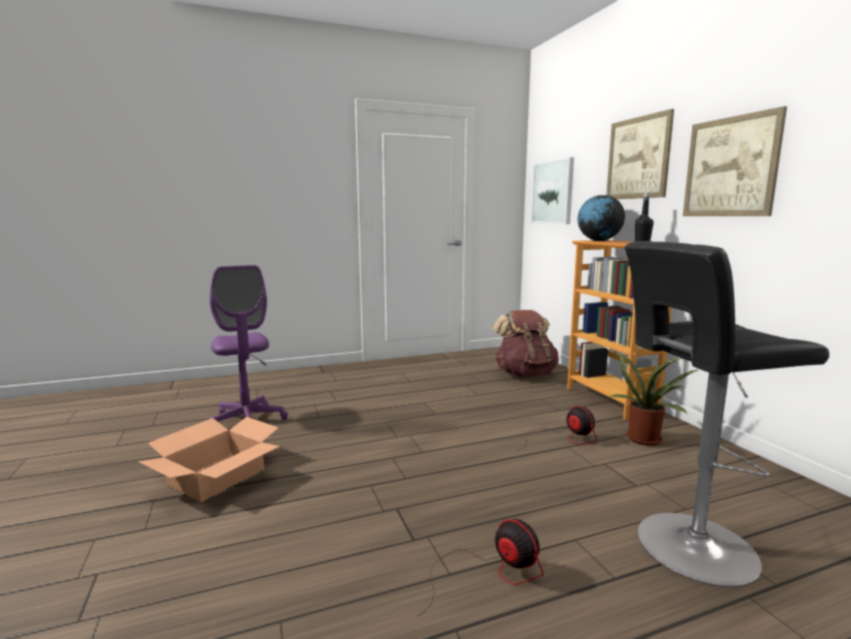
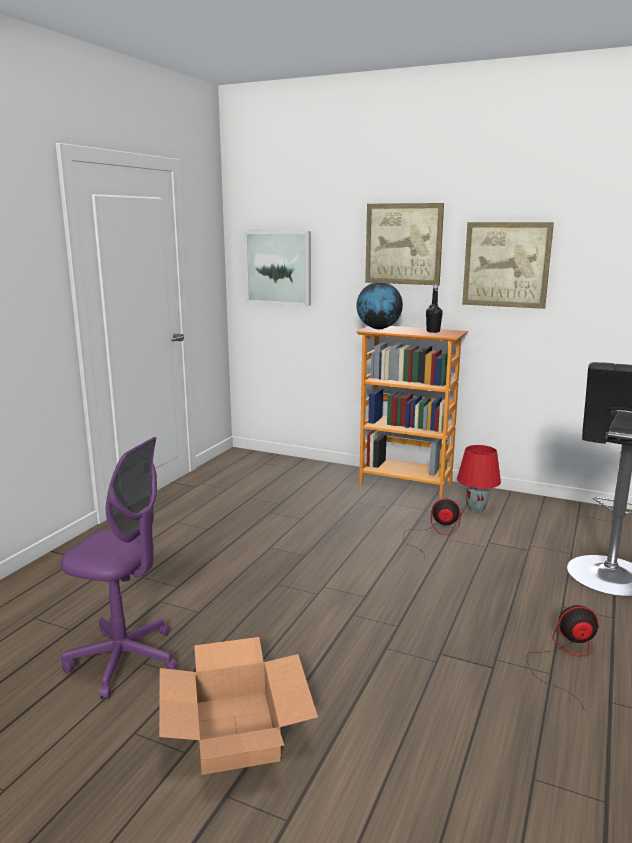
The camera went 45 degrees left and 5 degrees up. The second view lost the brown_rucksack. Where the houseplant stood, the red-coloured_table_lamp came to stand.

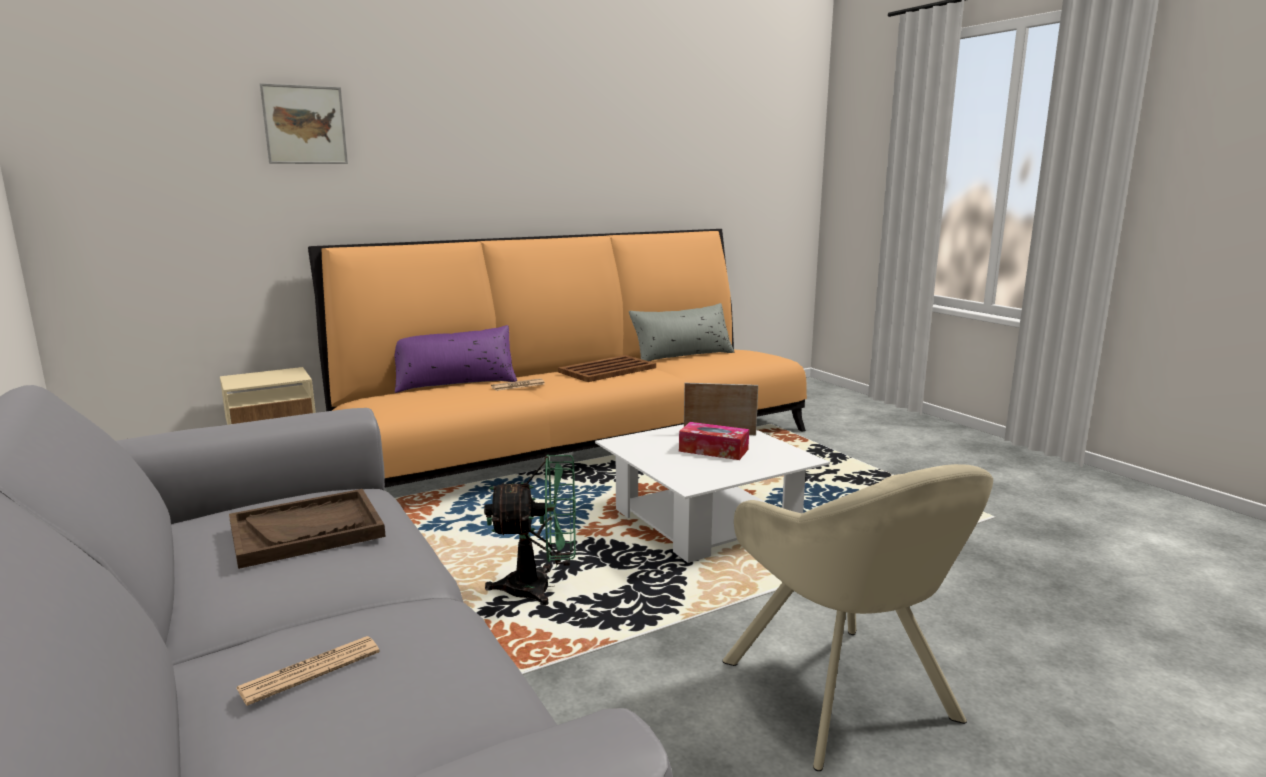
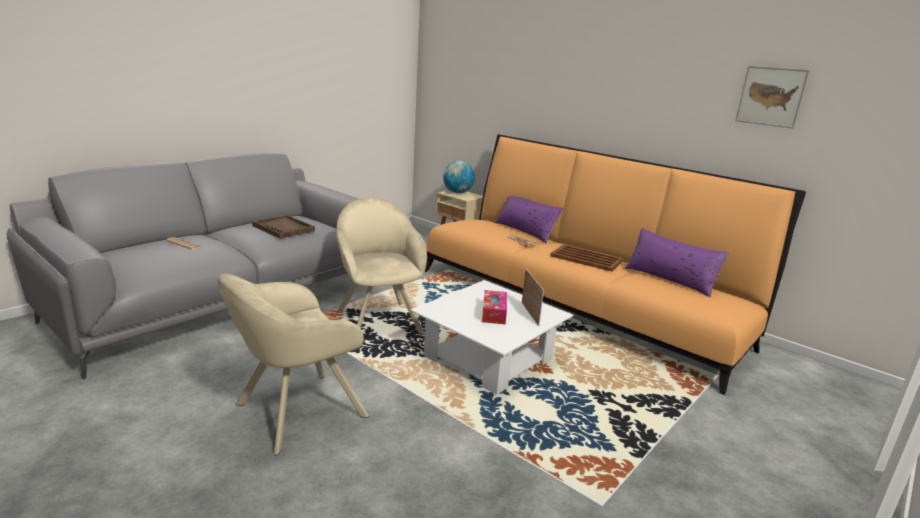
The camera went 70 degrees right and 5 degrees up. The second view gained the world_globe. The picture ended up elsewhere. Where the green_cooling_fan stood, the sand-coloured_armchair (no. 2 from left) came to stand. What was the gray_throw_pillow turned into the purple_throw_pillow (no. 2 from left).

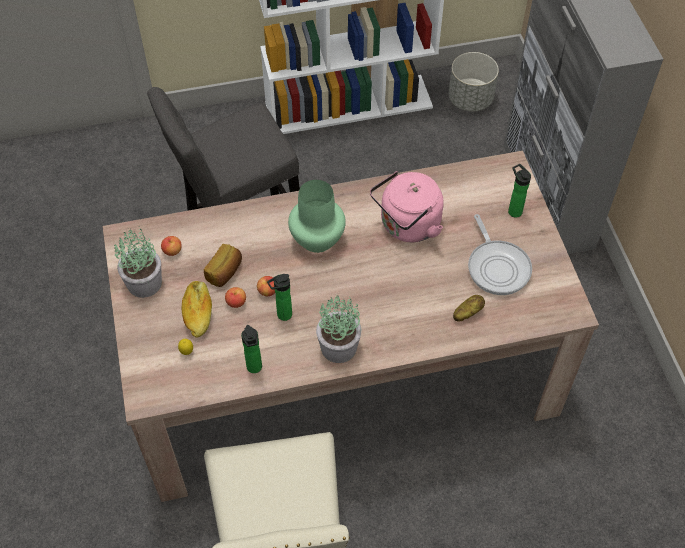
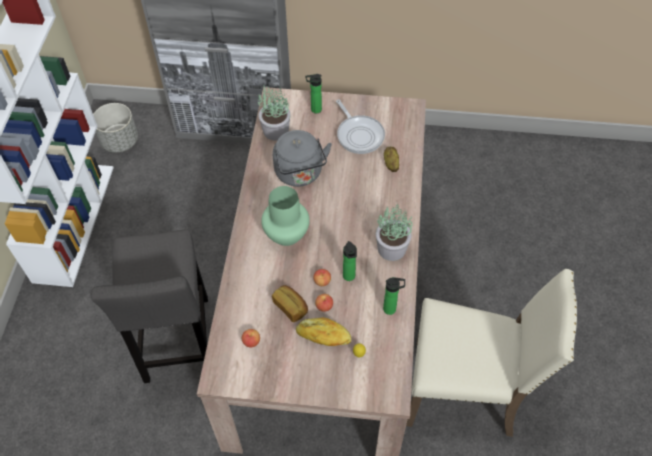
The camera went 70 degrees left and 0 degrees up. The houseplant (no. 1 from left) ended up elsewhere. What was the pink_water_kettle turned into the gray_water_kettle. The pan ended up facing another way, 60 degrees clockwise from before.

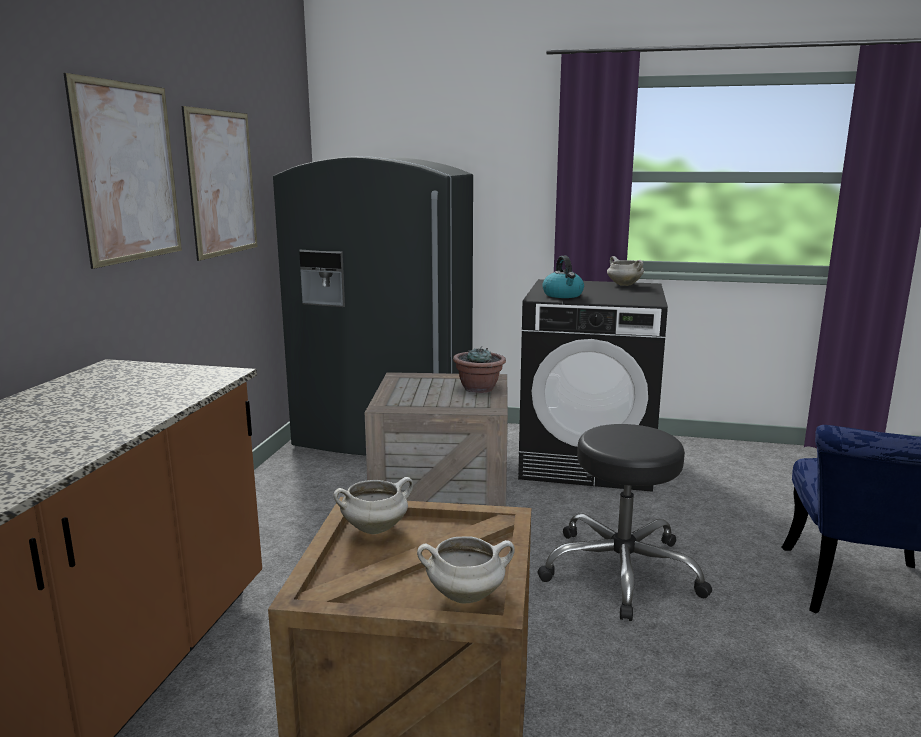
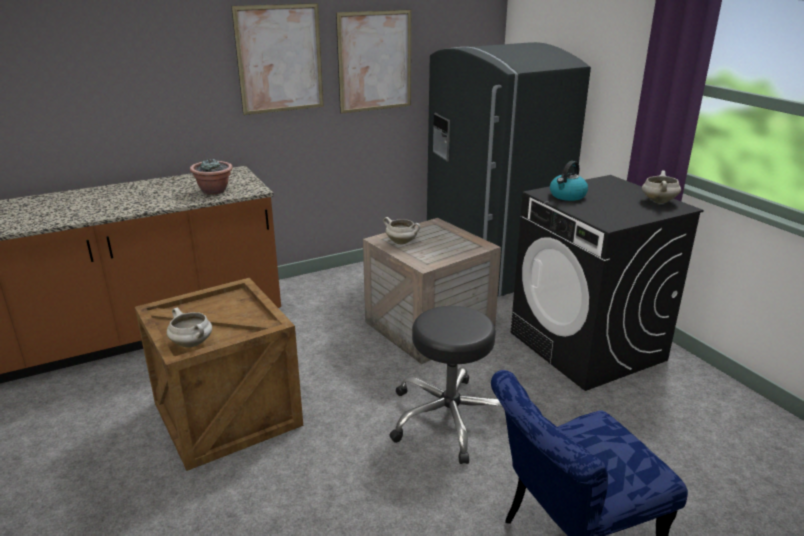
The camera went 50 degrees right and 10 degrees up. The white-coloured_saucepot (no. 1 from left in the first image) ended up elsewhere. The houseplant ended up elsewhere.

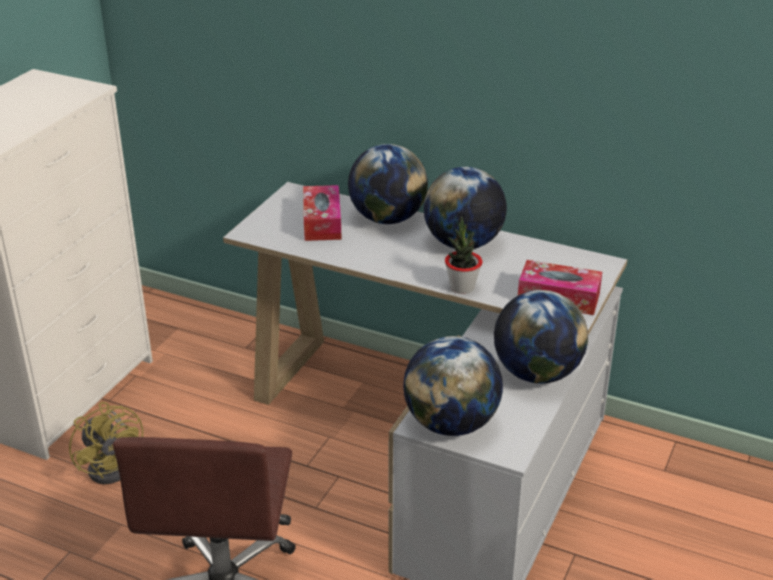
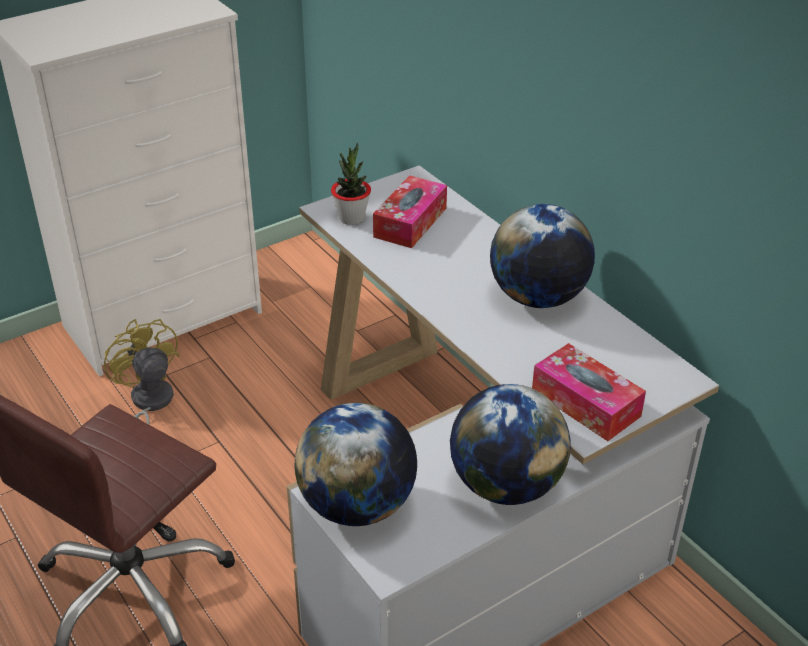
The camera went 30 degrees right and 5 degrees up. The second view lost the world_globe (no. 1 from left). The houseplant ended up elsewhere. The yellow-coloured_cooling_fan ended up facing another way, 150 degrees clockwise from before.

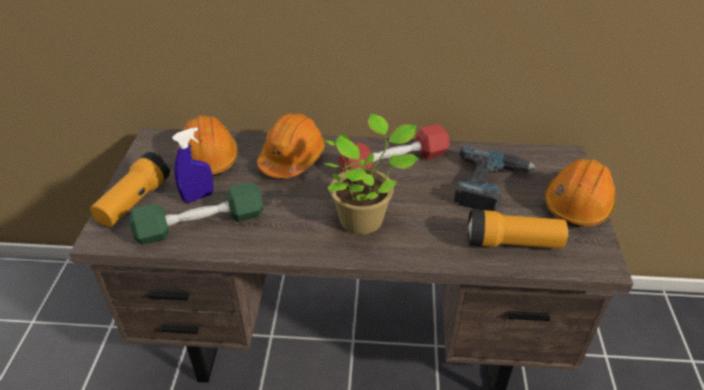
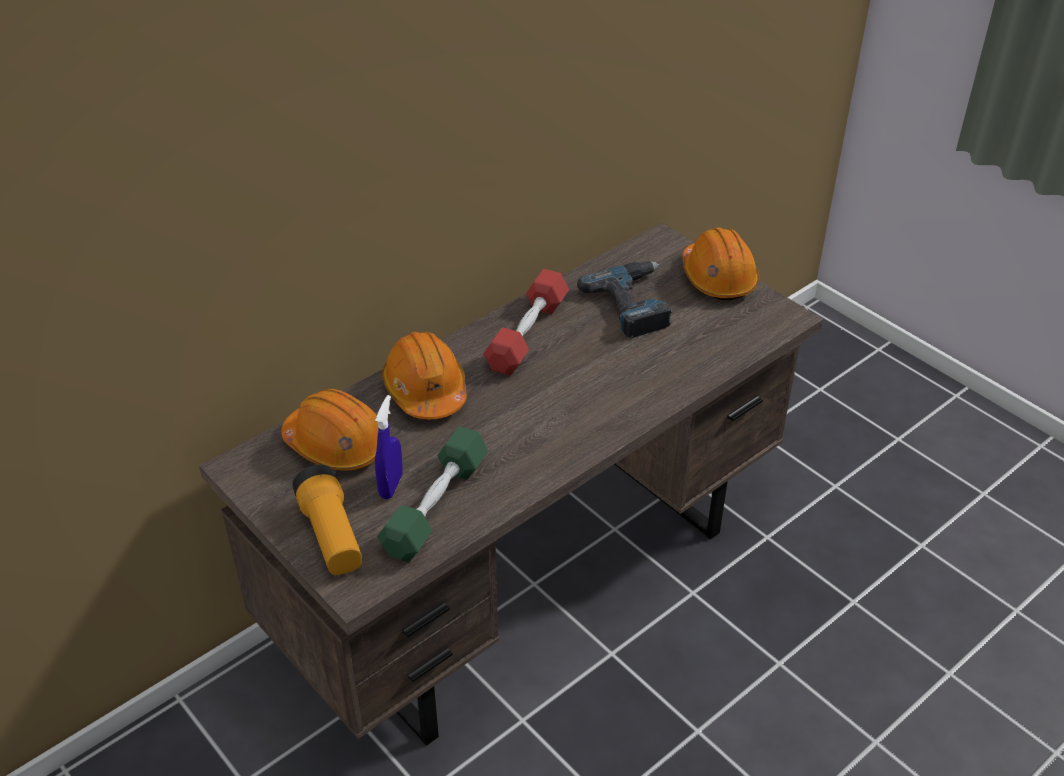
The camera went 45 degrees left and 0 degrees up. The second view lost the houseplant. The second view lost the torch (no. 2 from left).

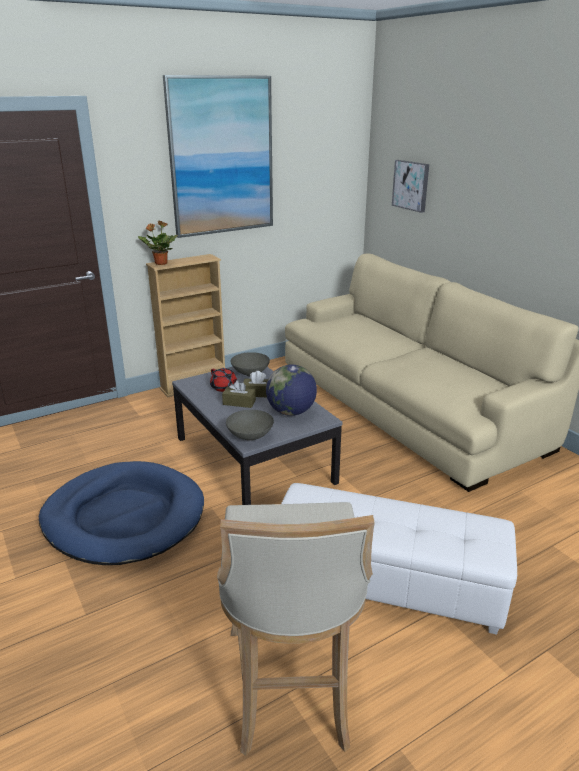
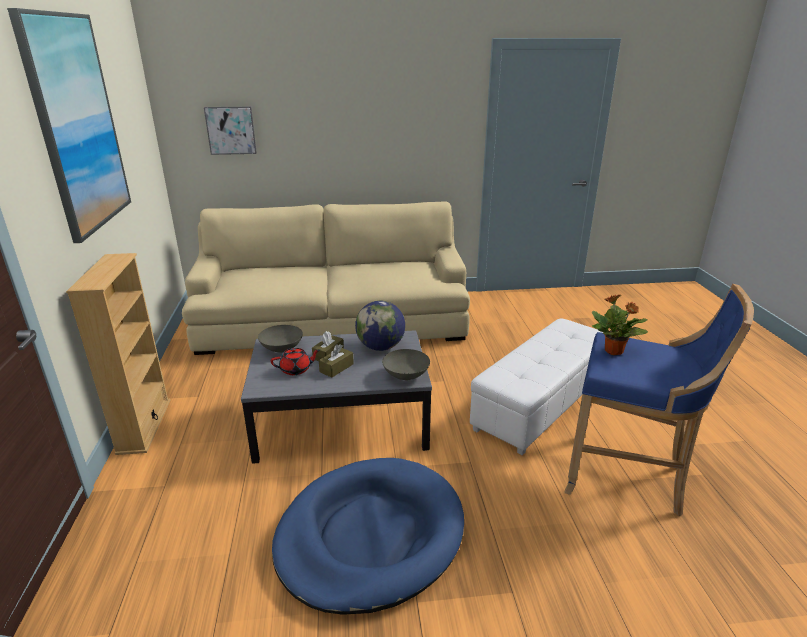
The camera went 65 degrees left and 0 degrees up. The houseplant ended up elsewhere. What was the sand-coloured_sitting_stool turned into the bluish_sitting_stool.

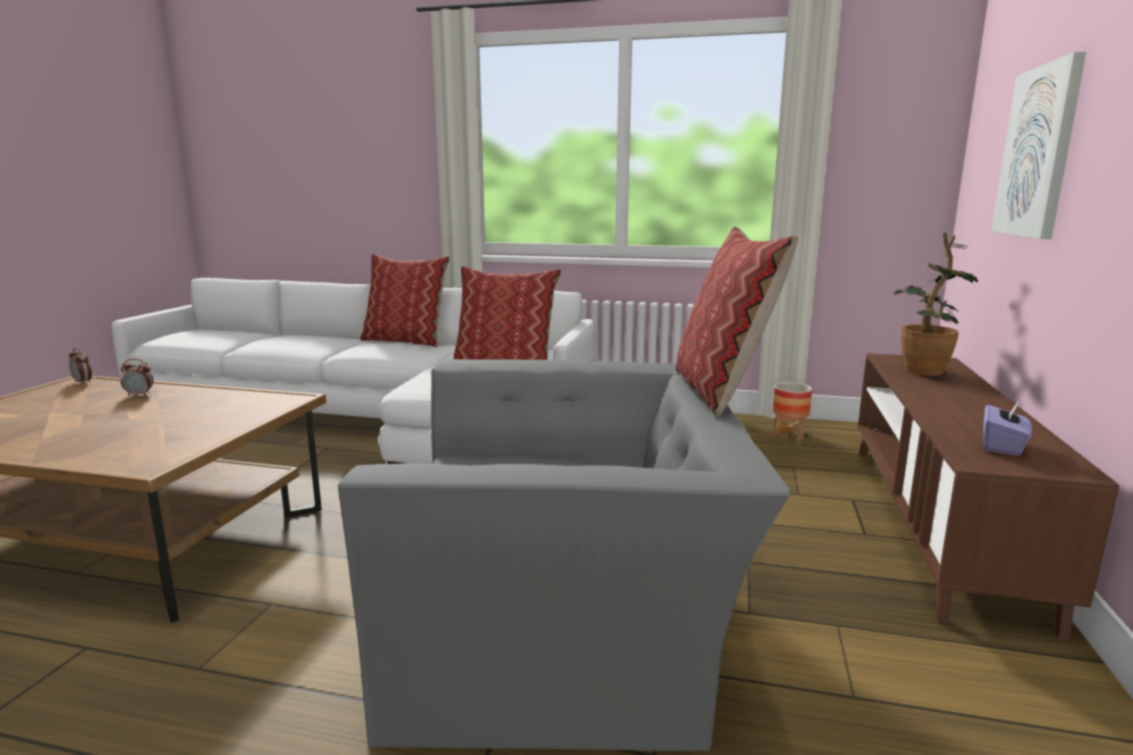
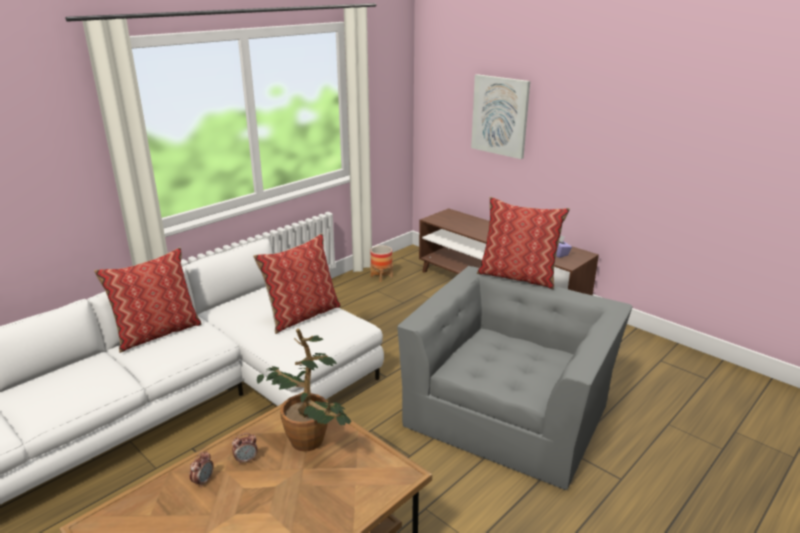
The camera went 60 degrees left and 10 degrees up. The alarm_clock (no. 1 from left in the first image) ended up elsewhere. The houseplant ended up elsewhere.

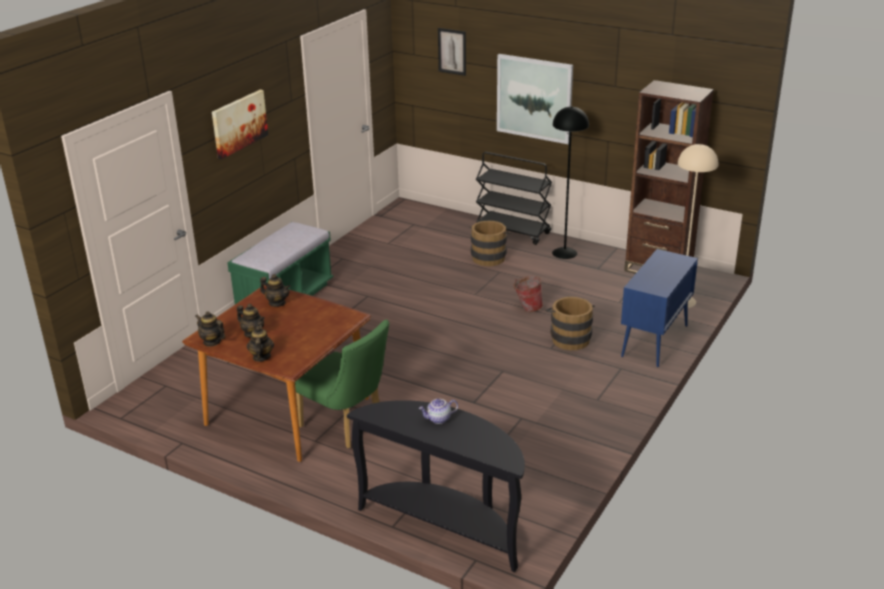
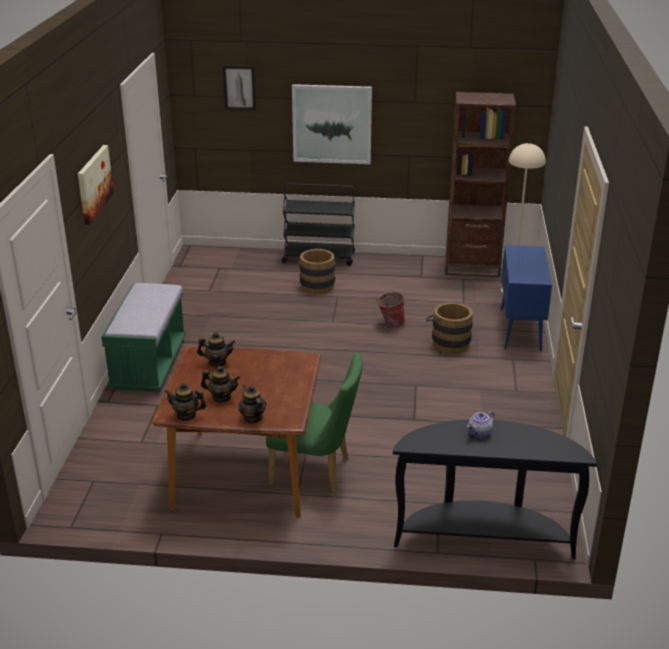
The camera went 25 degrees left and 0 degrees up. The second view lost the black-coloured_standing_lamp.

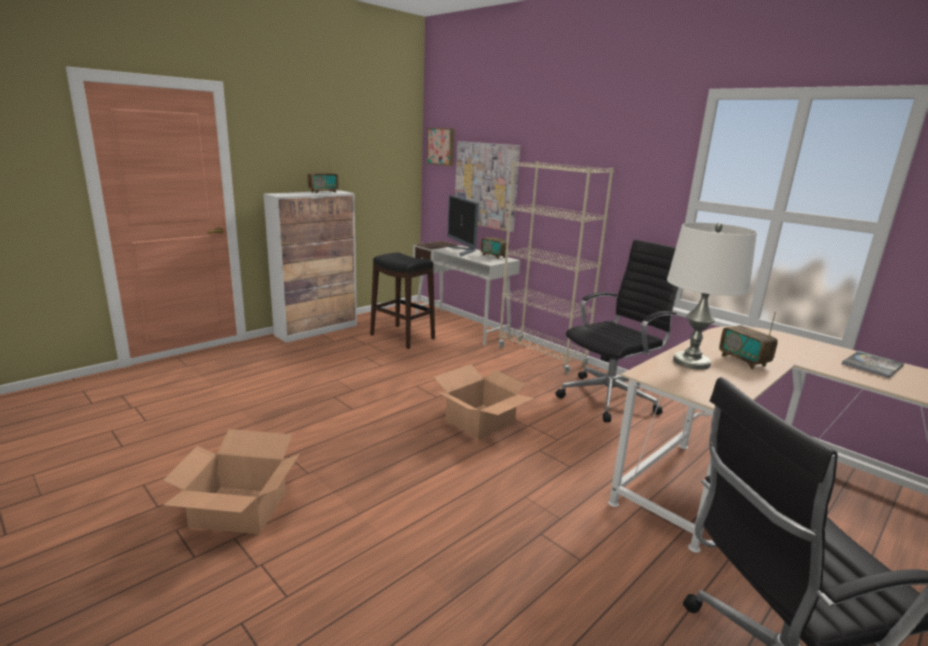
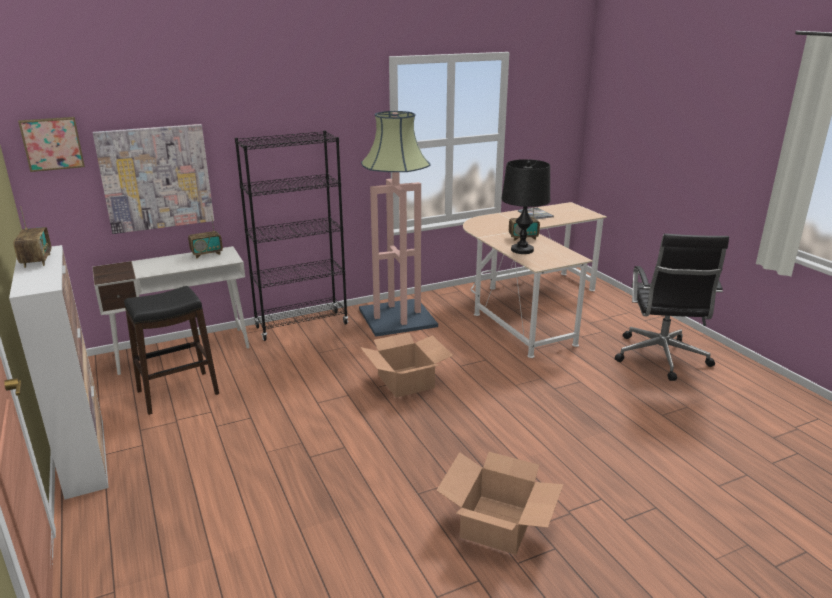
The camera went 70 degrees left and 5 degrees up. The second view lost the monitor. Where the black-coloured_office_chair (no. 1 from left) stood, the standing_lamp came to stand. What was the sand-coloured_bookcase turned into the black-coloured_bookcase. What was the white-coloured_table_lamp turned into the black-coloured_table_lamp.

